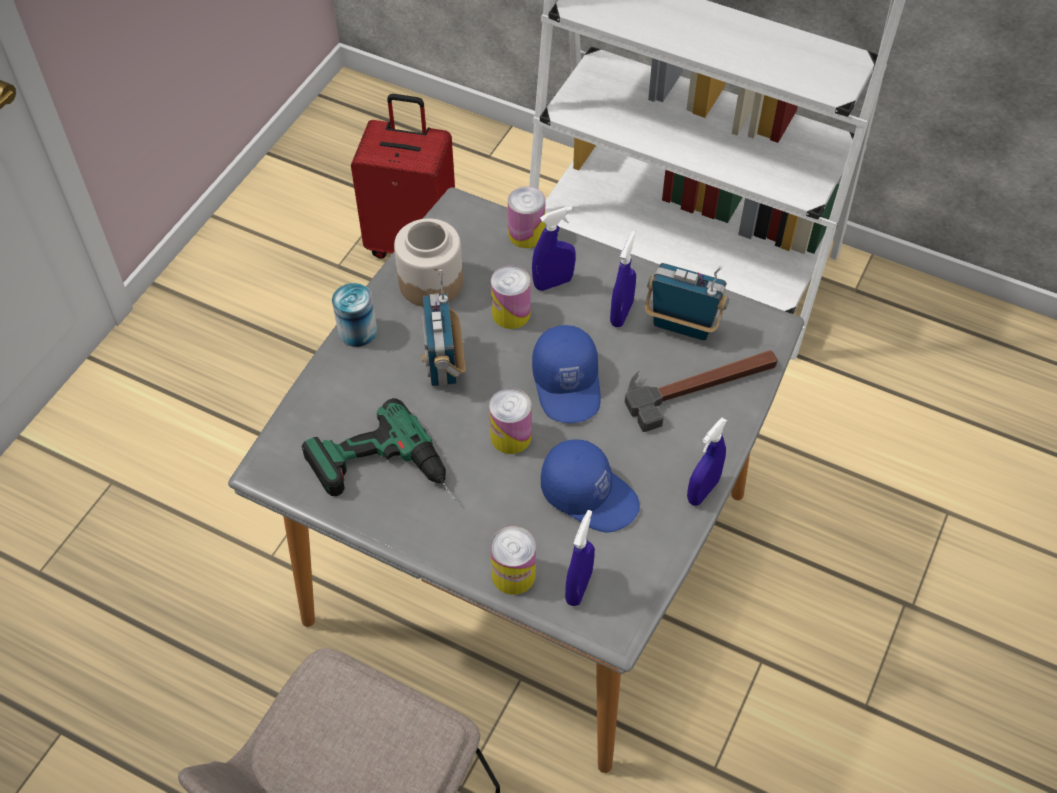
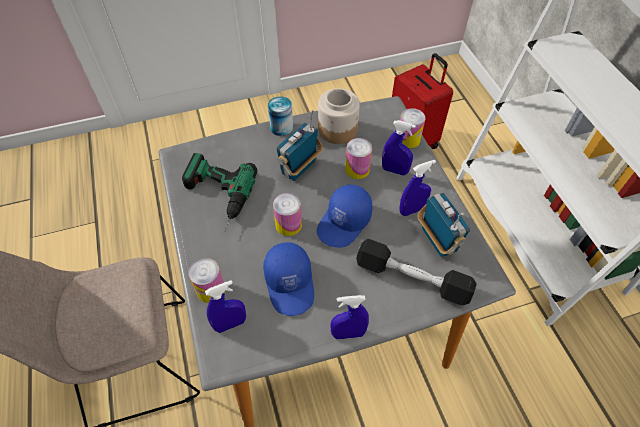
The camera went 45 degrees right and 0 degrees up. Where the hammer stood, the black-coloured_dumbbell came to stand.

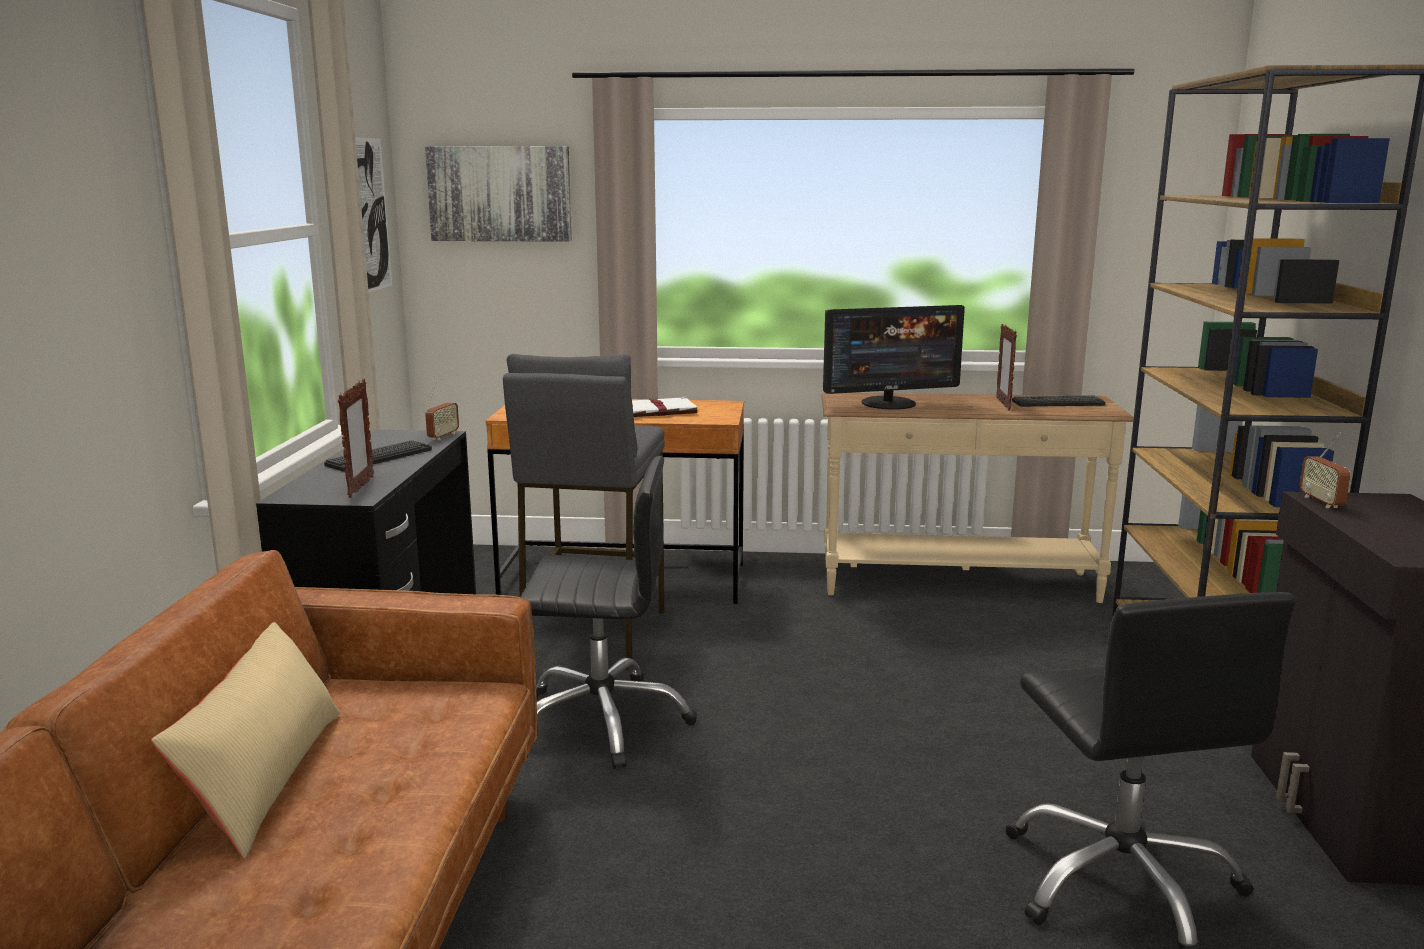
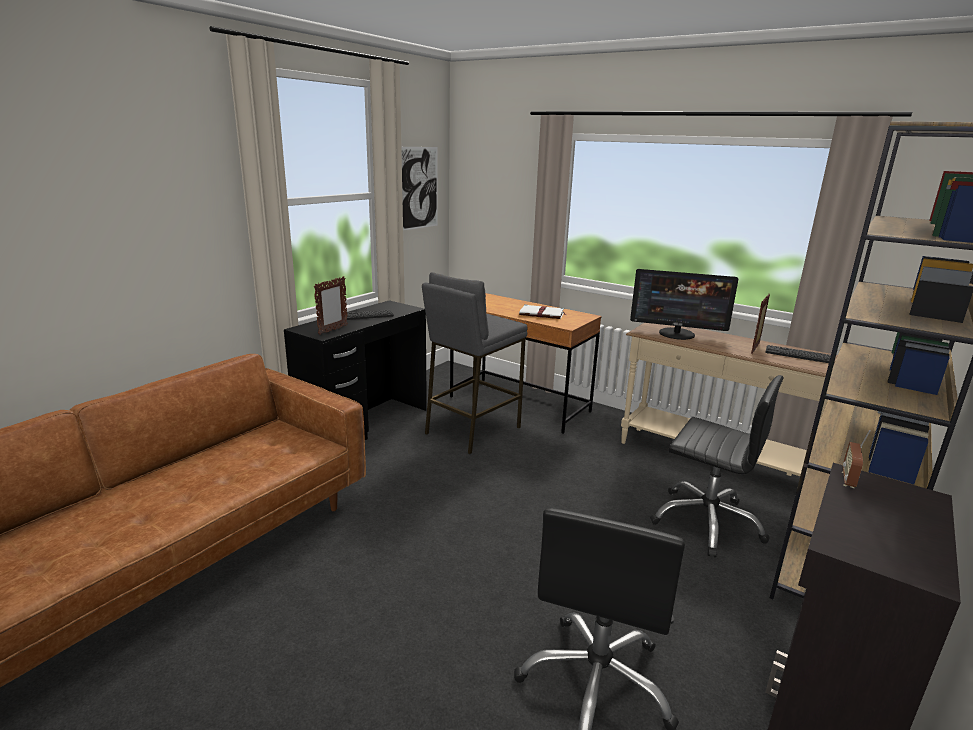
The camera went 30 degrees right and 5 degrees up. The second view lost the sand-coloured_throw_pillow. The second view lost the picture (no. 2 from left). The second view lost the radio_set (no. 1 from left). The black-coloured_office_chair (no. 1 from left in the first image) ended up elsewhere.

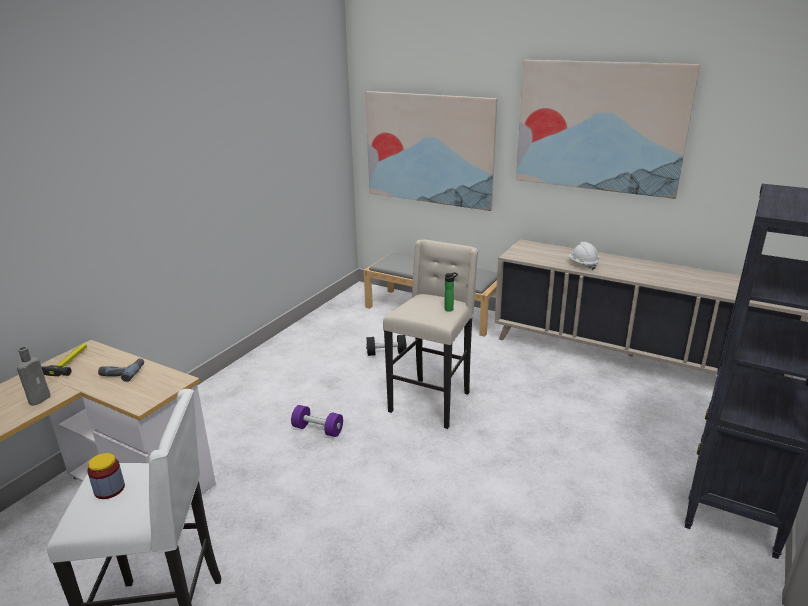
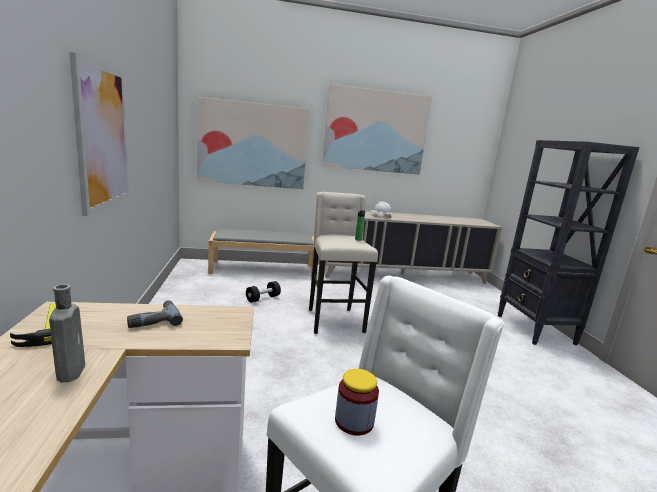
The camera went 40 degrees left and 10 degrees down. The second view lost the purple_dumbbell. The second view gained the picture (no. 1 from left).

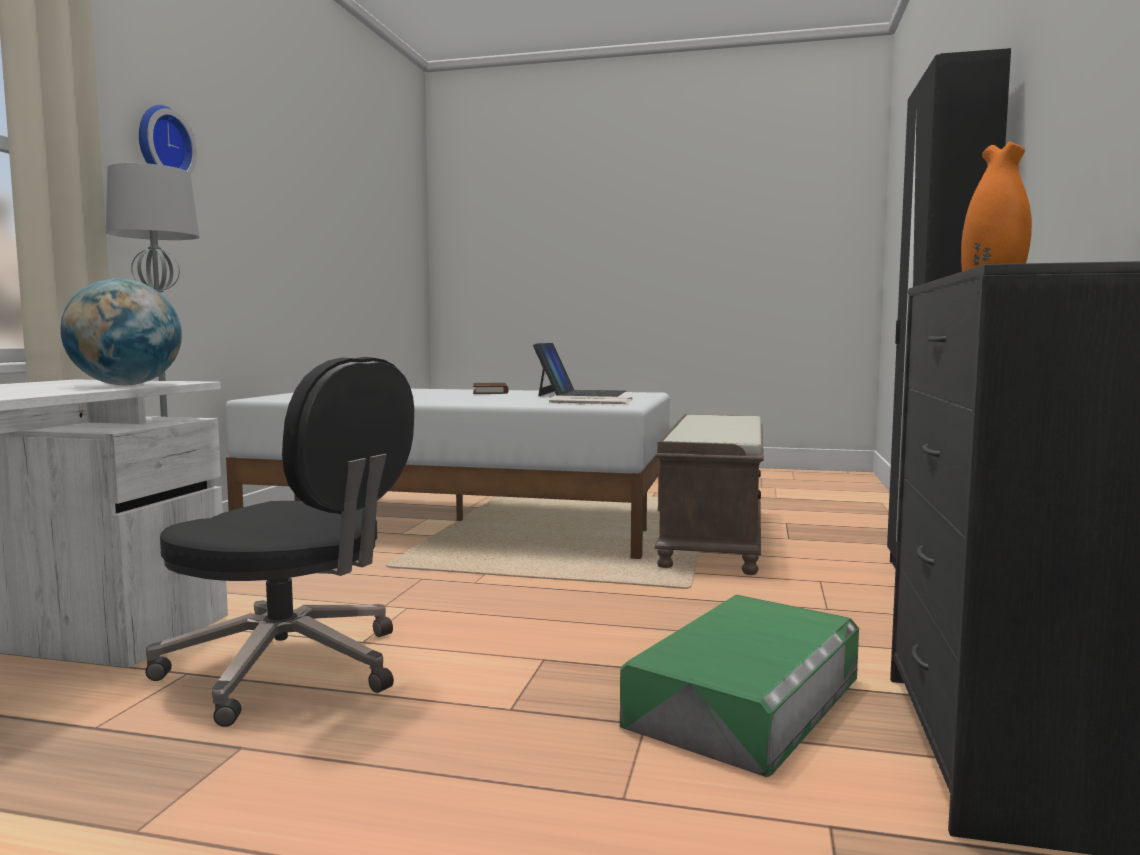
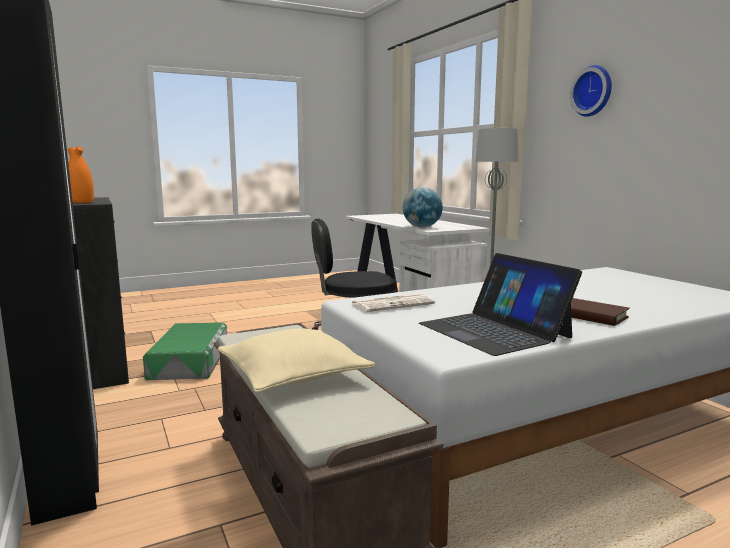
The camera went 140 degrees right and 5 degrees up. The second view gained the sand-coloured_throw_pillow.

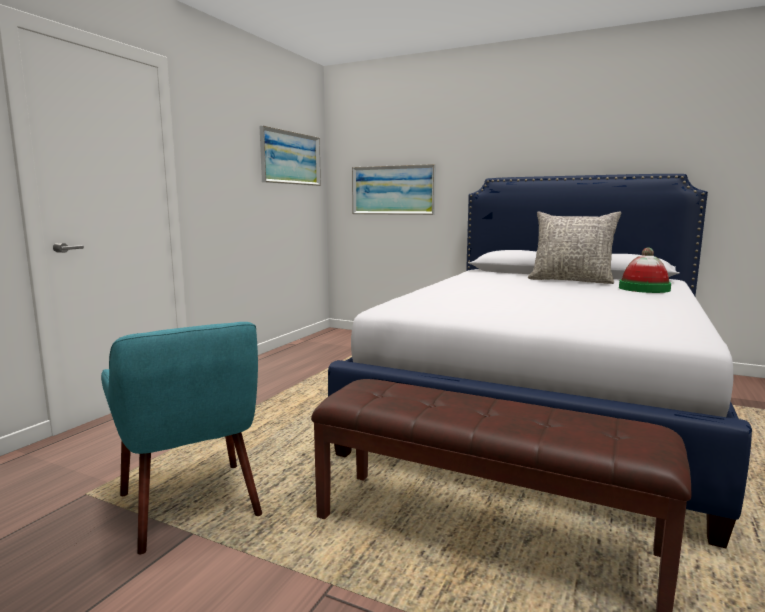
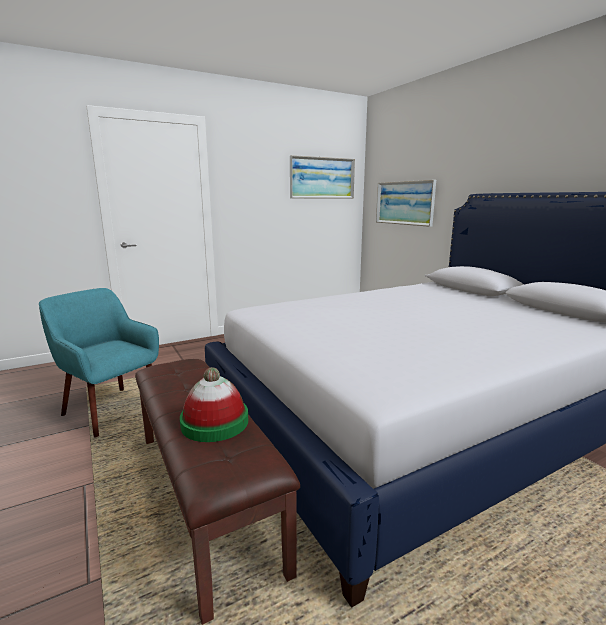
The camera went 35 degrees right and 5 degrees up. The second view lost the gray_throw_pillow. The clothing_hat ended up elsewhere. The blue-green_armchair ended up facing another way, 120 degrees clockwise from before.

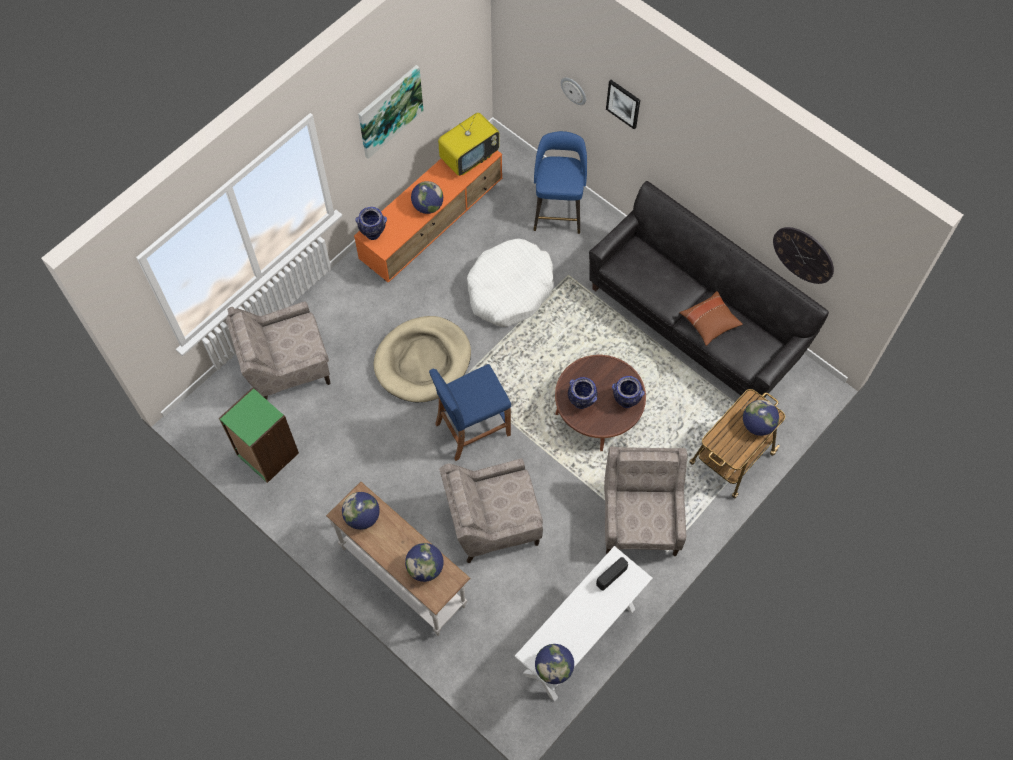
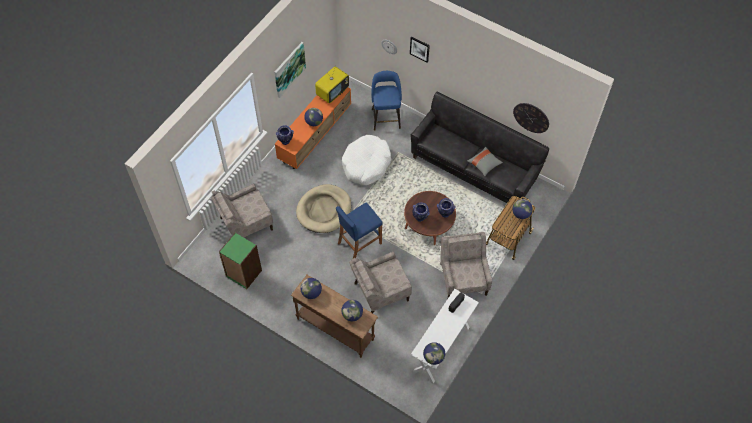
The camera went 10 degrees left and 5 degrees down. What was the white-coloured_console_table (no. 1 from left) turned into the brown_console_table. What was the brown_throw_pillow turned into the gray_throw_pillow.

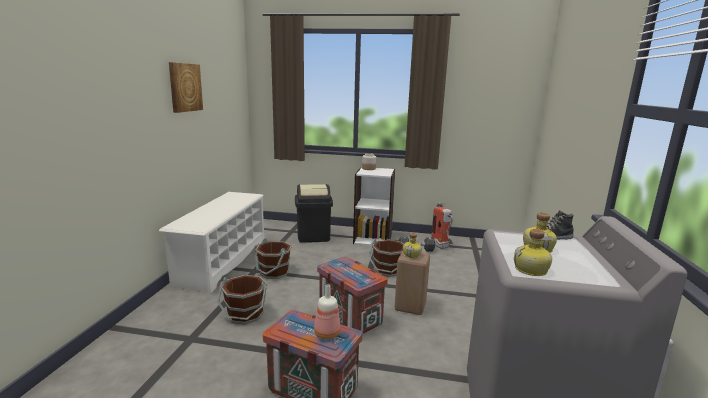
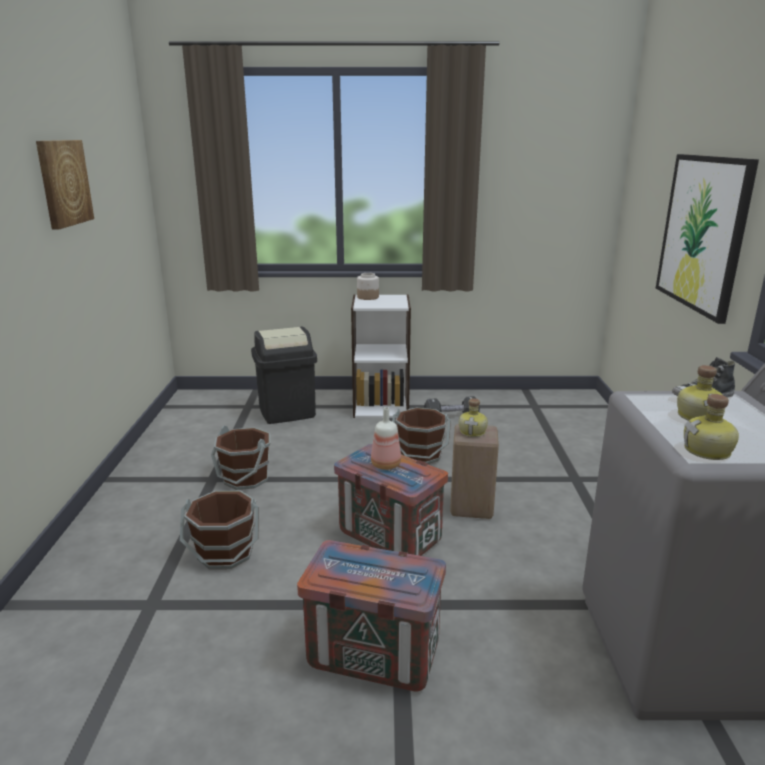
The camera went 10 degrees left and 5 degrees up. The second view lost the white-coloured_shoe_shelf. The second view lost the fire-fighting_cylinder. The second view gained the picture (no. 2 from left). The drink_bottle (no. 1 from left) ended up elsewhere.

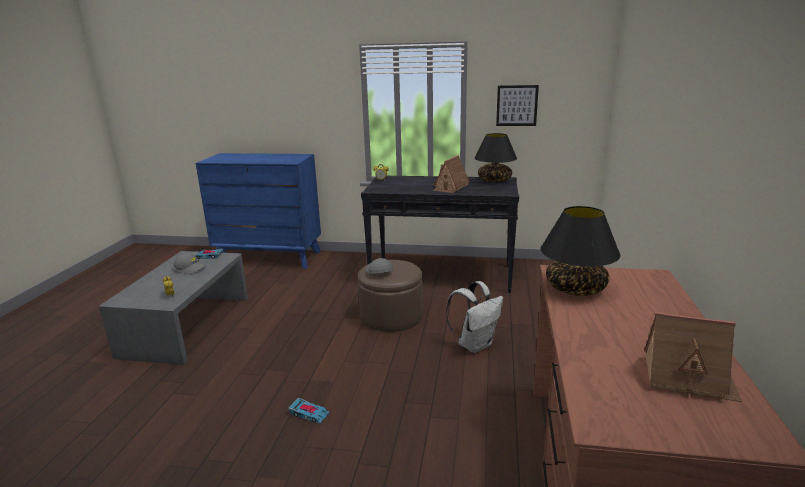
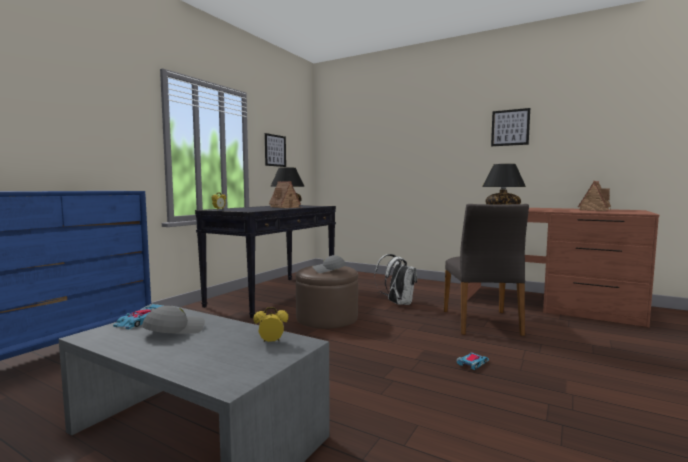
The camera went 70 degrees left and 15 degrees down. The second view gained the gray_upright_chair. The second view gained the picture (no. 2 from left).

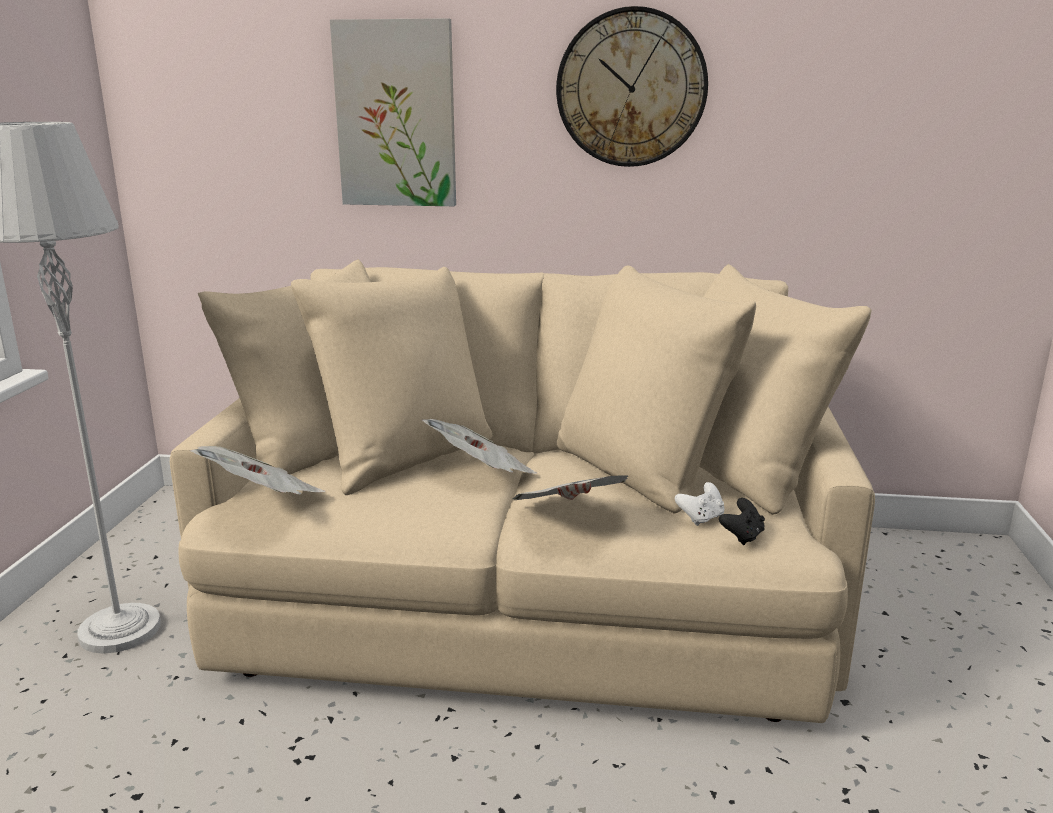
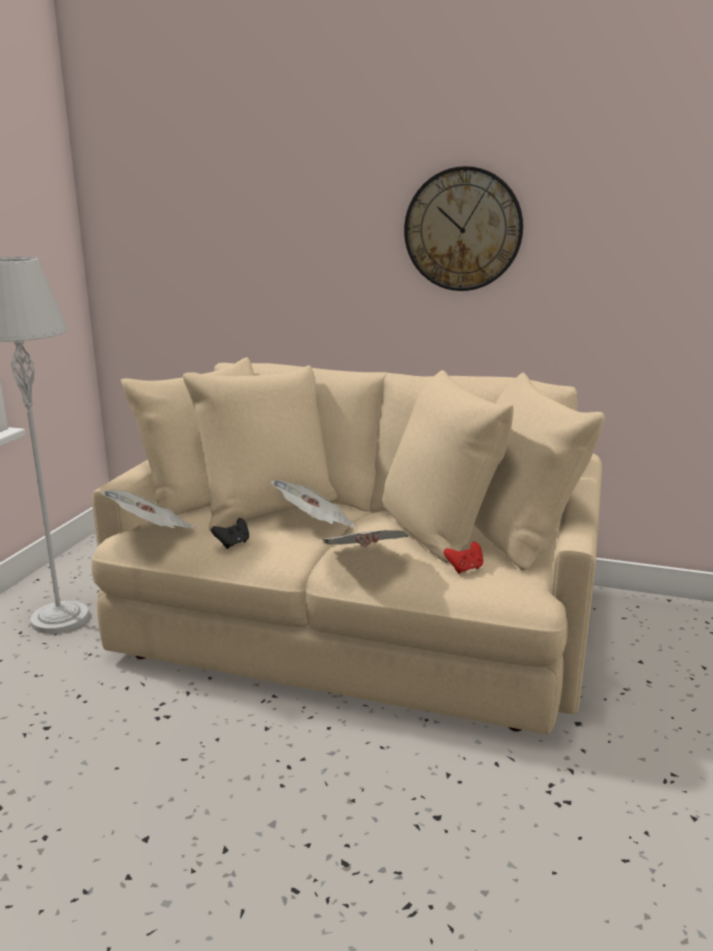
The camera went 10 degrees right and 0 degrees up. The second view lost the picture. The black-coloured_game_controller ended up elsewhere. What was the white-coloured_game_controller turned into the red-coloured_game_controller.

